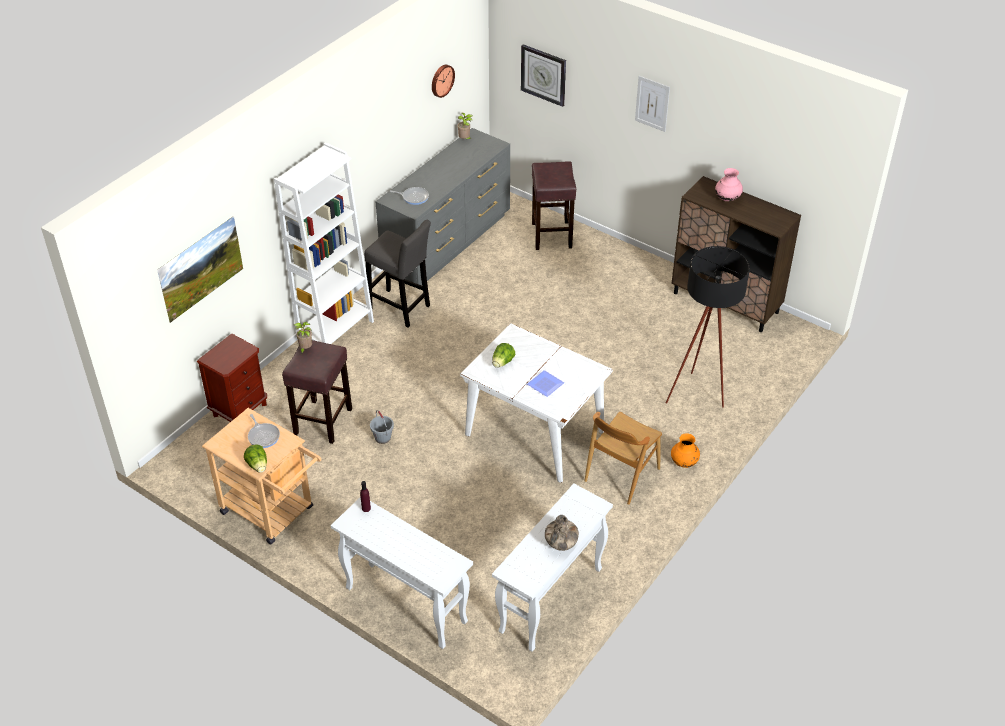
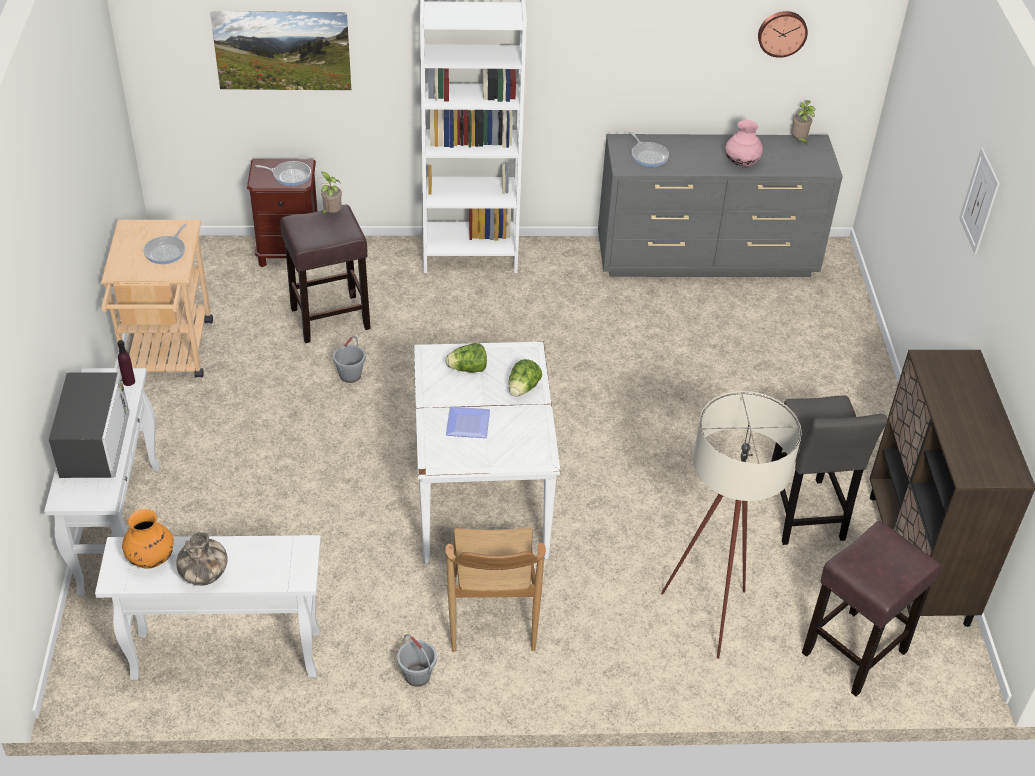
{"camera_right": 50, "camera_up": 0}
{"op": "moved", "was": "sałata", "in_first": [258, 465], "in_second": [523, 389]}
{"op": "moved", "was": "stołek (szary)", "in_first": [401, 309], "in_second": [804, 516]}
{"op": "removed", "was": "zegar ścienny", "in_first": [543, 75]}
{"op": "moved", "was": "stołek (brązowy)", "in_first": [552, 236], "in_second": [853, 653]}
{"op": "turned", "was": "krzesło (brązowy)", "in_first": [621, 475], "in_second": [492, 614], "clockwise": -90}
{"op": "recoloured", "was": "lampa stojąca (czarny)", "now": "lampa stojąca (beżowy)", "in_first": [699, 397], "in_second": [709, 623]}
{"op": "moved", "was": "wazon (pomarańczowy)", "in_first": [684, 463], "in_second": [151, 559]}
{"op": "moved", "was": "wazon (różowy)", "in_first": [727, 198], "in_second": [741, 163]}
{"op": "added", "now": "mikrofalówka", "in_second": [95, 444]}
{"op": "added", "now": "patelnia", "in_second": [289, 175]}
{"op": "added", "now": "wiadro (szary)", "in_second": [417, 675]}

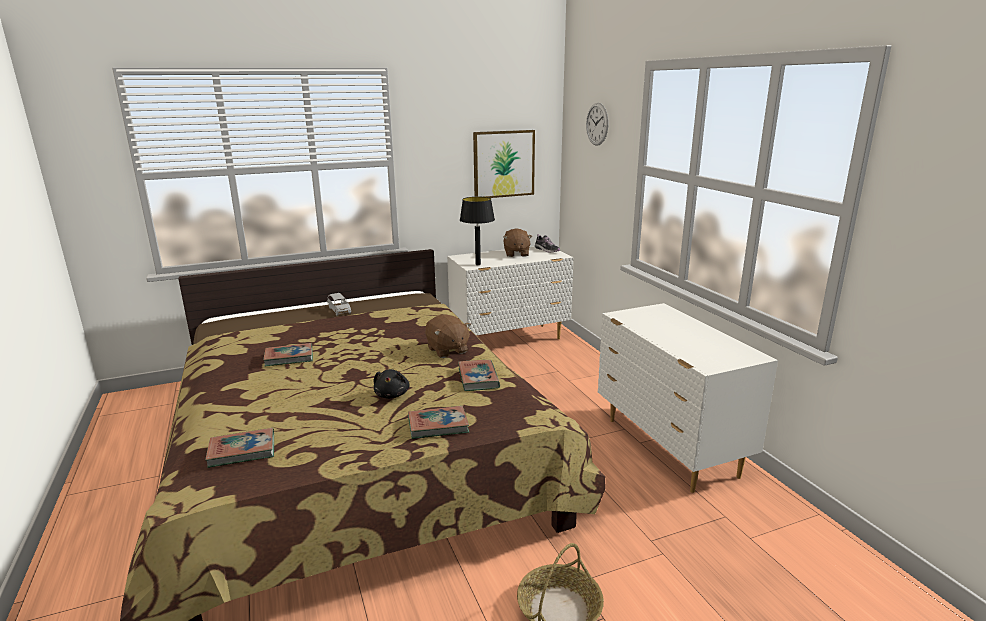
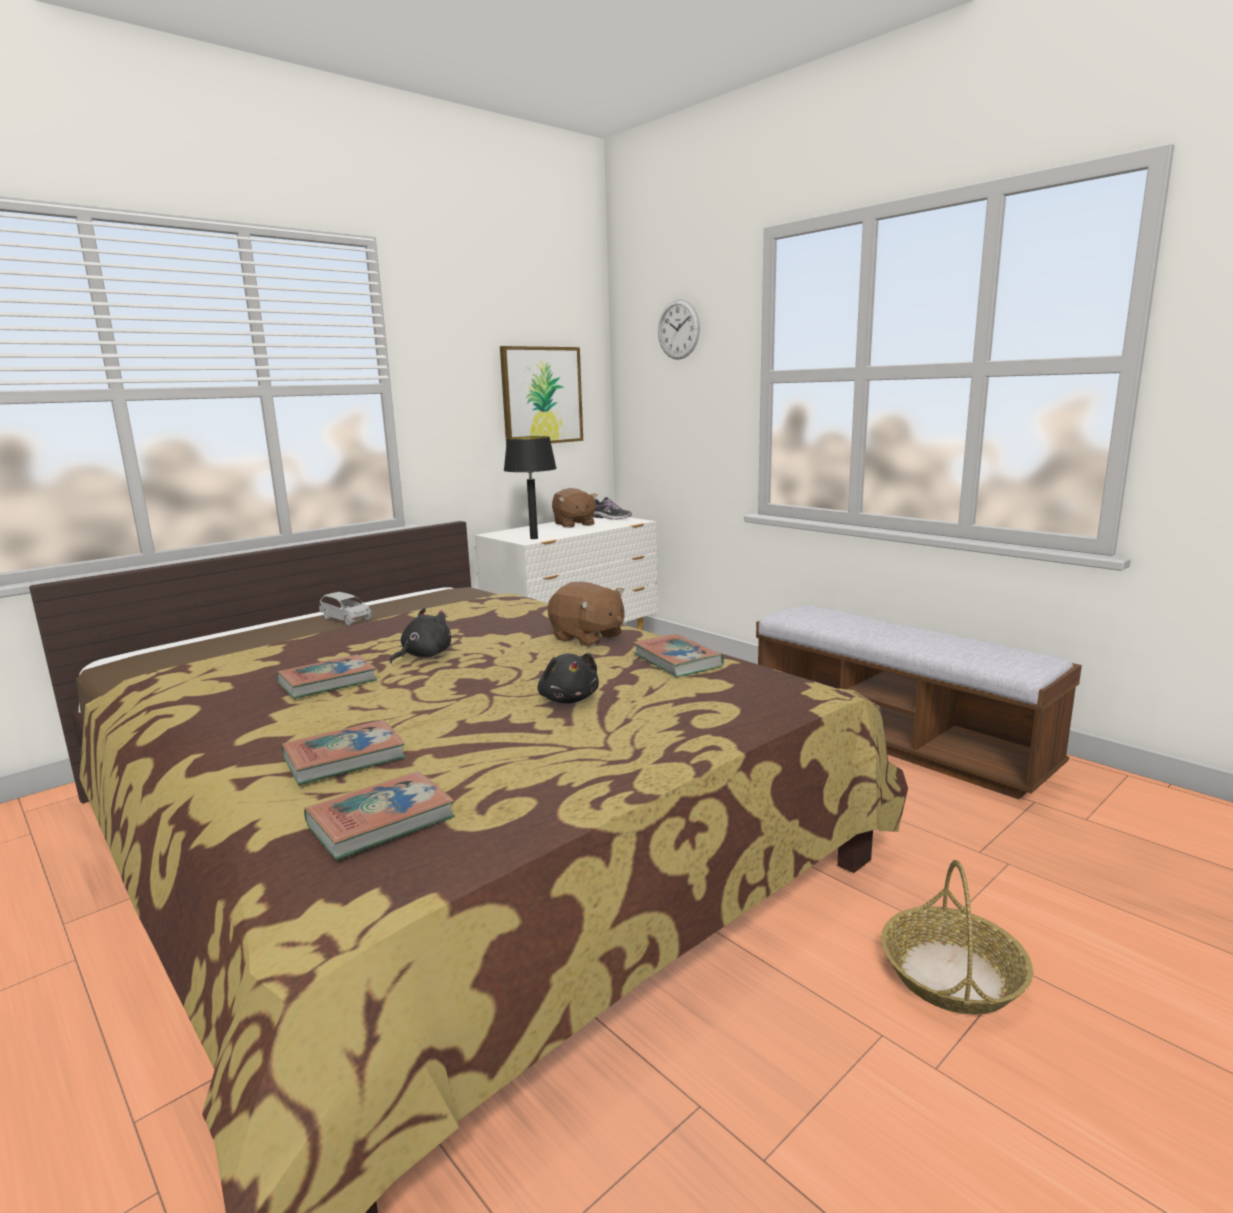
{"camera_right": -20, "camera_up": -5}
{"op": "moved", "was": "książka", "in_first": [438, 426], "in_second": [344, 758]}
{"op": "replaced", "was": "komoda (biały)", "now": "ławka", "in_first": [669, 448], "in_second": [895, 740]}
{"op": "added", "now": "pluszak (czarny)", "in_second": [424, 656]}

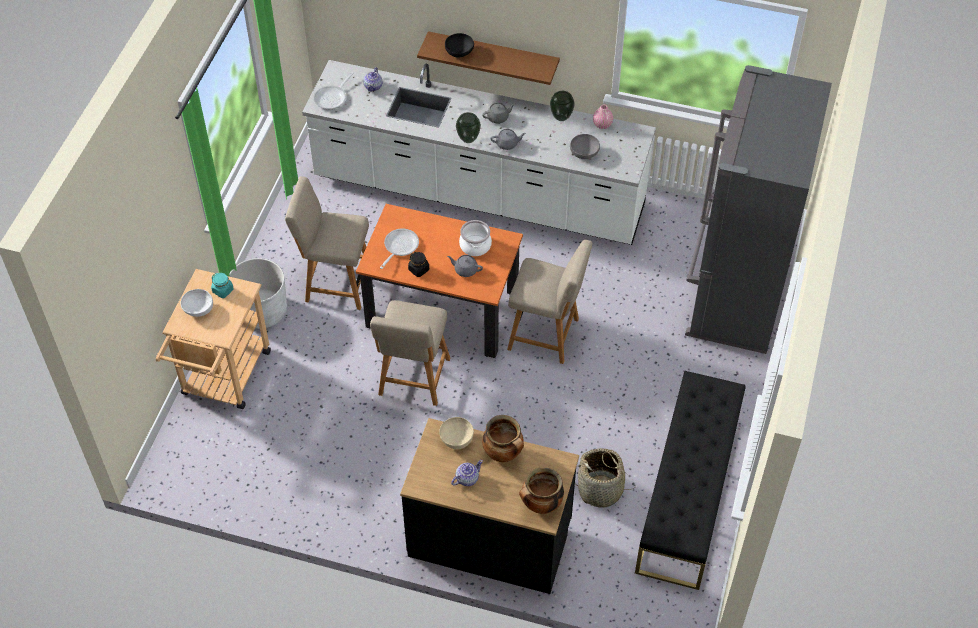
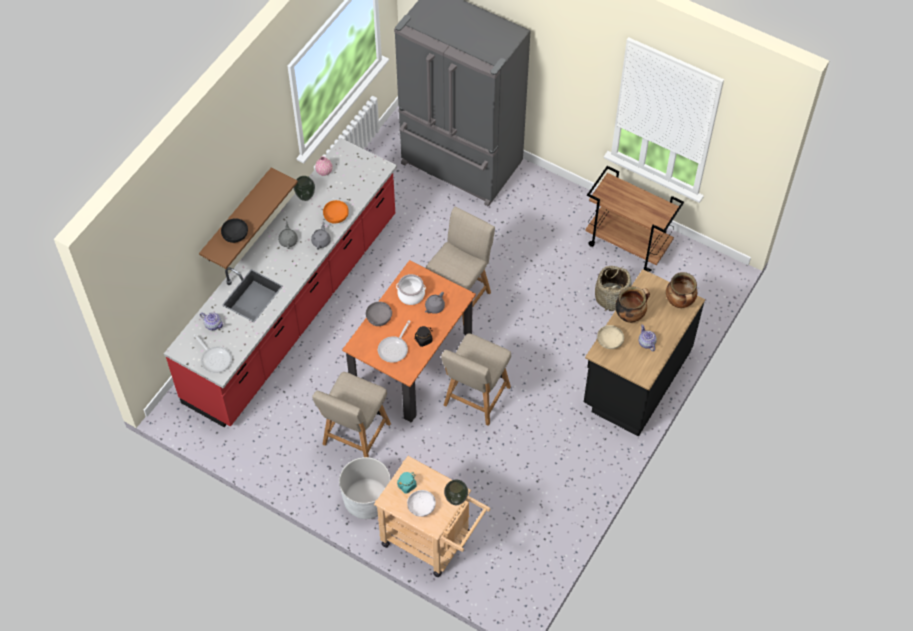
{"camera_right": -75, "camera_up": 5}
{"op": "recoloured", "was": "zabudowa kuchenna (biały)", "now": "zabudowa kuchenna (czerwony)", "in_first": [478, 194], "in_second": [293, 308]}
{"op": "turned", "was": "krzesło (beżowy)", "in_first": [413, 380], "in_second": [475, 398], "clockwise": 90}
{"op": "turned", "was": "patelnia", "in_first": [399, 247], "in_second": [394, 348], "clockwise": -105}
{"op": "moved", "was": "wazon", "in_first": [468, 139], "in_second": [455, 499]}
{"op": "moved", "was": "miska (szary)", "in_first": [584, 153], "in_second": [379, 318]}
{"op": "replaced", "was": "ławka (czarny)", "now": "wózek (brązowy)", "in_first": [688, 494], "in_second": [628, 245]}
{"op": "added", "now": "miska (pomarańczowy)", "in_second": [336, 216]}

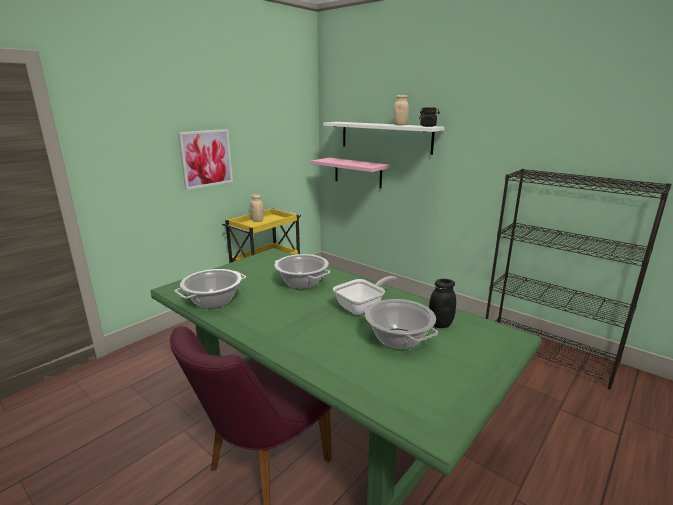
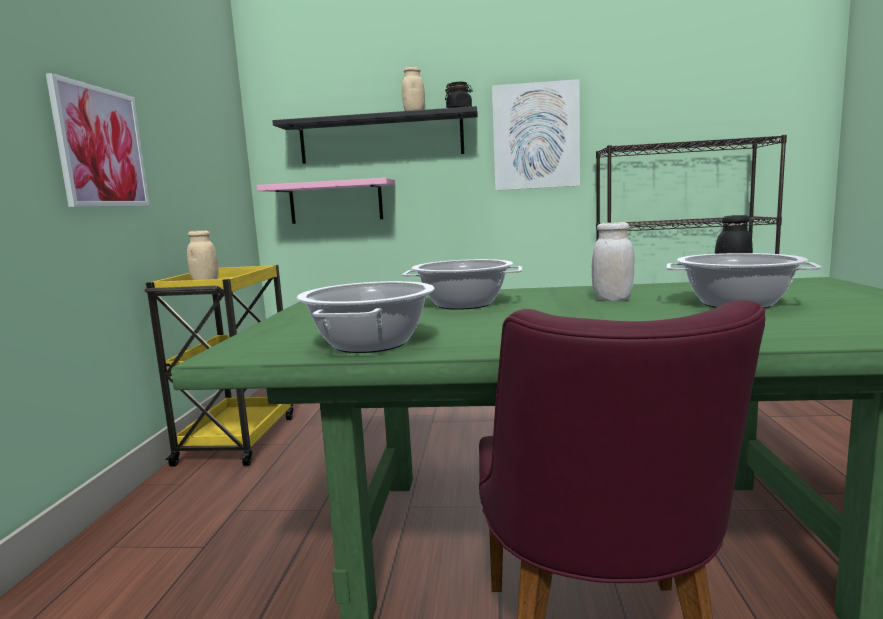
{"camera_right": -35, "camera_up": -10}
{"op": "recoloured", "was": "półka (biały)", "now": "półka (czarny)", "in_first": [385, 137], "in_second": [381, 138]}
{"op": "replaced", "was": "patelnia", "now": "słoik (biały)", "in_first": [363, 307], "in_second": [612, 299]}
{"op": "added", "now": "obraz", "in_second": [535, 136]}

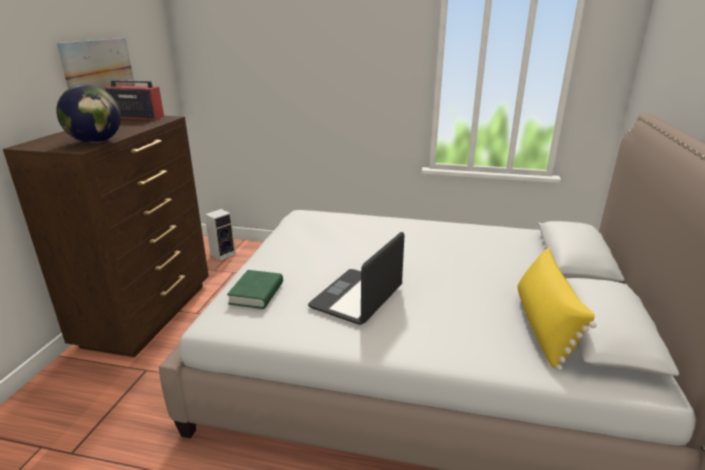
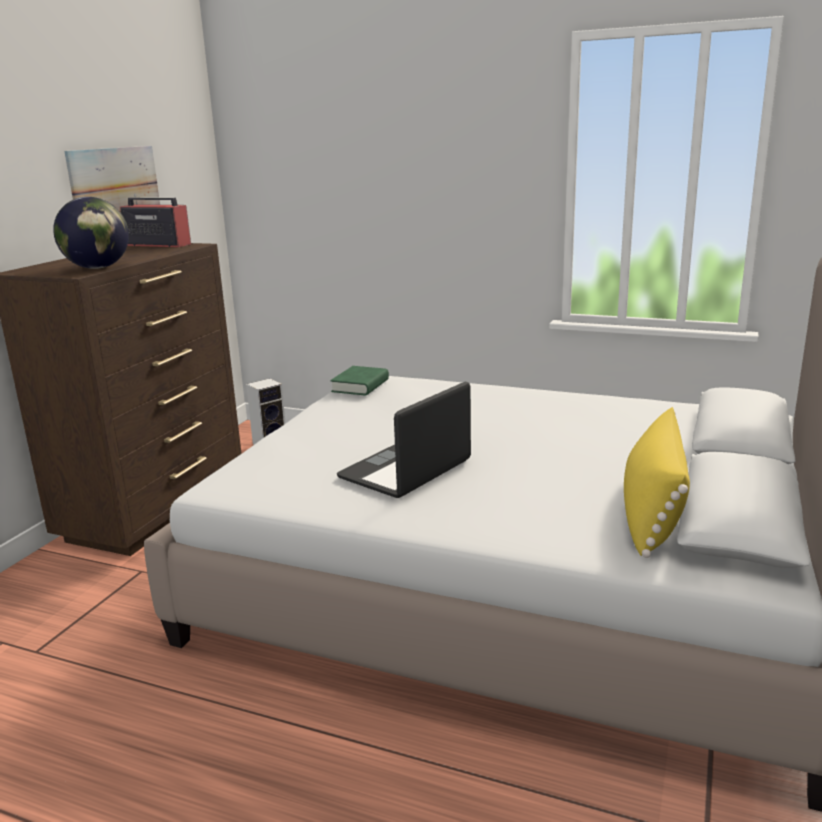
{"camera_right": 10, "camera_up": -5}
{"op": "moved", "was": "książka (zielony)", "in_first": [256, 293], "in_second": [360, 386]}

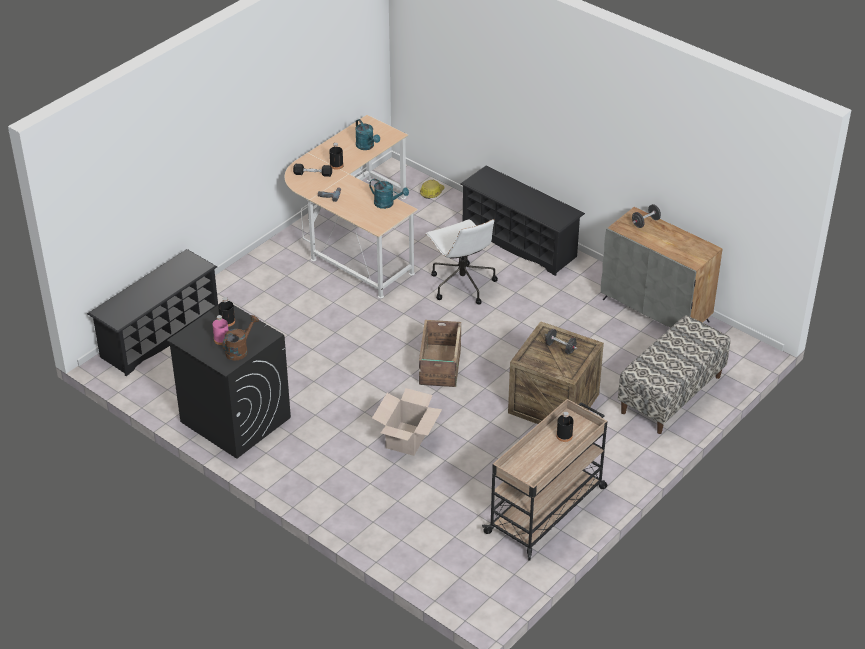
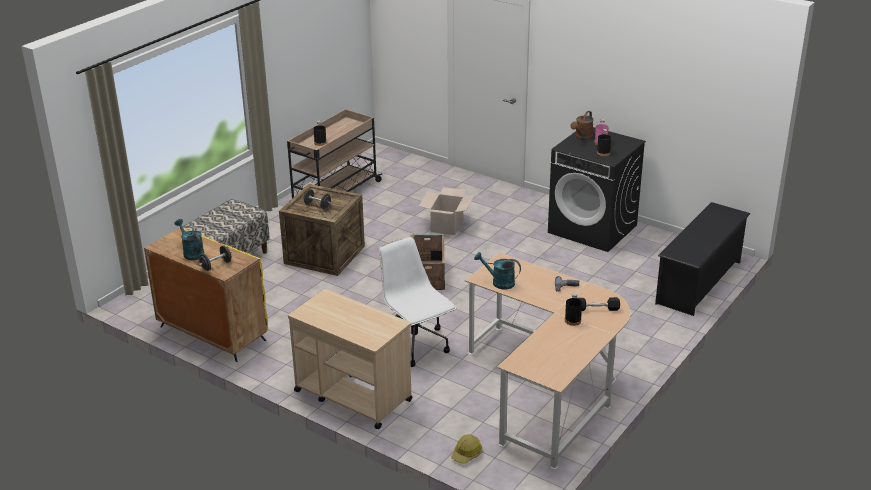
{"camera_right": 175, "camera_up": -10}
{"op": "moved", "was": "konewka (turkusowy)", "in_first": [367, 146], "in_second": [191, 252]}
{"op": "replaced", "was": "regał na buty (czarny)", "now": "wózek (beżowy)", "in_first": [520, 242], "in_second": [352, 395]}
{"op": "recoloured", "was": "szafka (szary)", "now": "szafka (żółty)", "in_first": [656, 310], "in_second": [212, 333]}

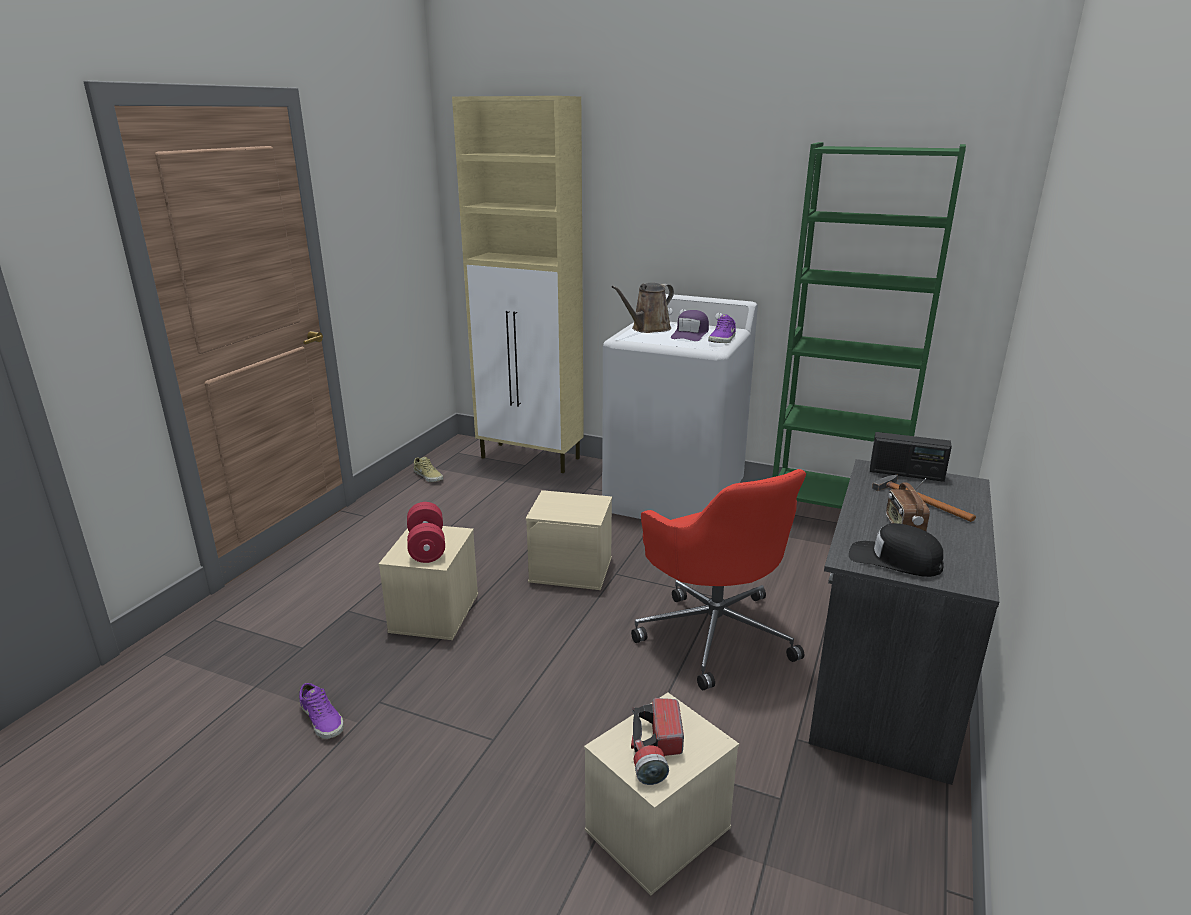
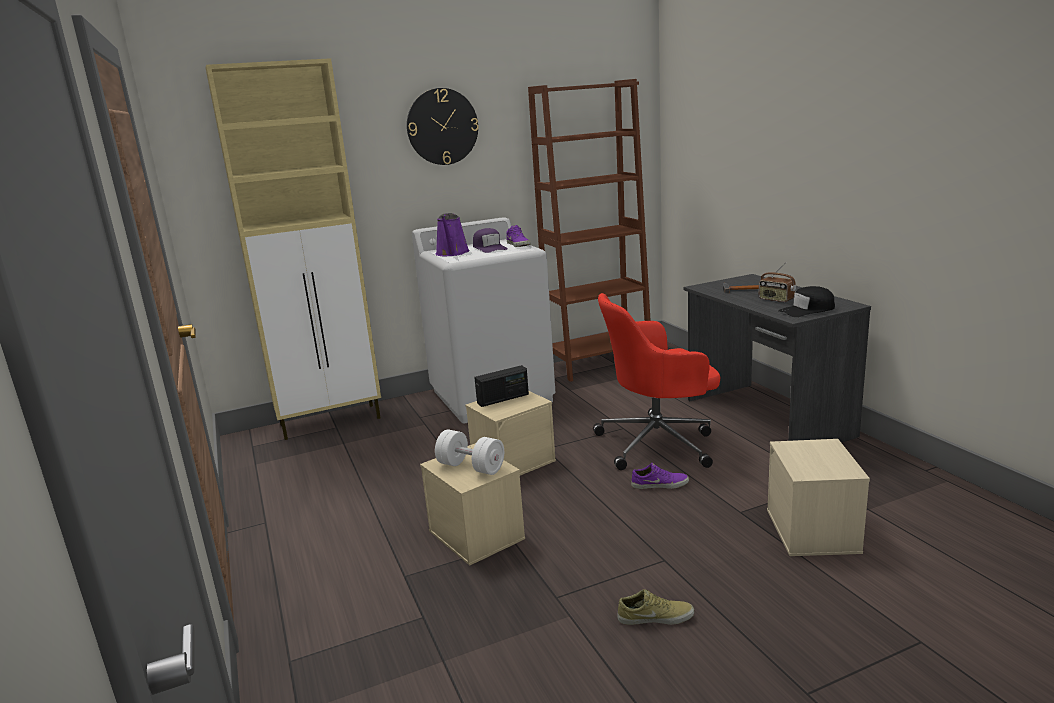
{"camera_right": -45, "camera_up": -5}
{"op": "moved", "was": "but (fioletowy)", "in_first": [323, 719], "in_second": [660, 484]}
{"op": "recoloured", "was": "hantel (czerwony)", "now": "hantel (biały)", "in_first": [427, 546], "in_second": [471, 467]}
{"op": "moved", "was": "but (beżowy)", "in_first": [429, 476], "in_second": [655, 616]}
{"op": "recoloured", "was": "konewka (brązowy)", "now": "konewka (fioletowy)", "in_first": [648, 329], "in_second": [452, 253]}
{"op": "turned", "was": "krzesło biurowe (czerwony)", "in_first": [714, 633], "in_second": [658, 443], "clockwise": 150}
{"op": "removed", "was": "latarka", "in_first": [656, 751]}
{"op": "recoloured", "was": "regał (zielony)", "now": "regał (brązowy)", "in_first": [833, 516], "in_second": [599, 364]}
{"op": "moved", "was": "radio", "in_first": [906, 474], "in_second": [503, 399]}
{"op": "added", "now": "zegar ścienny", "in_second": [442, 126]}

